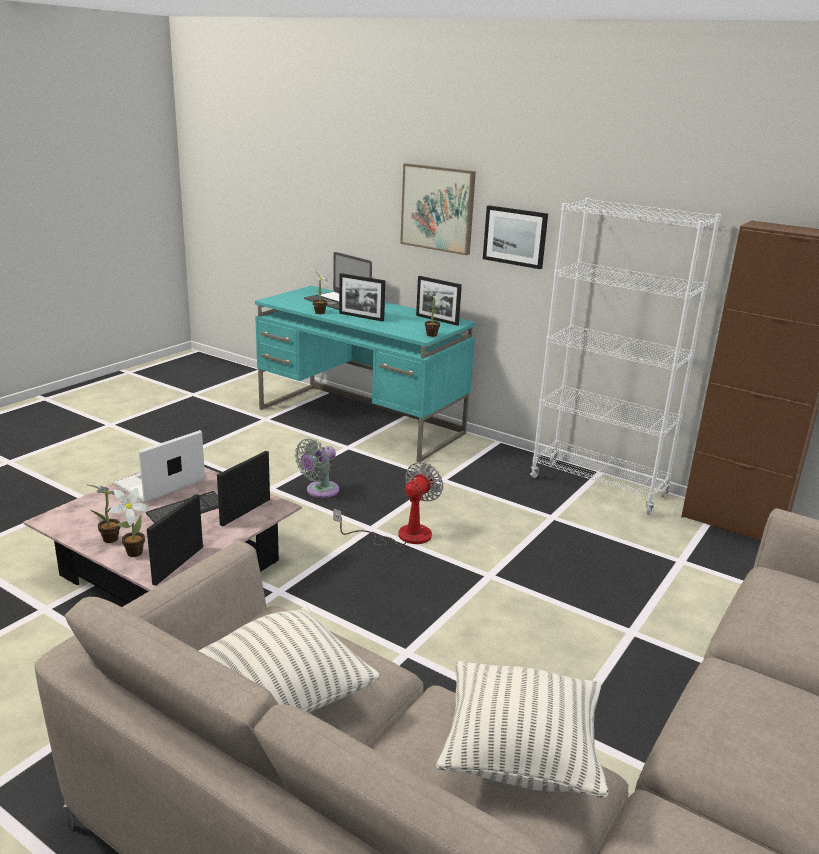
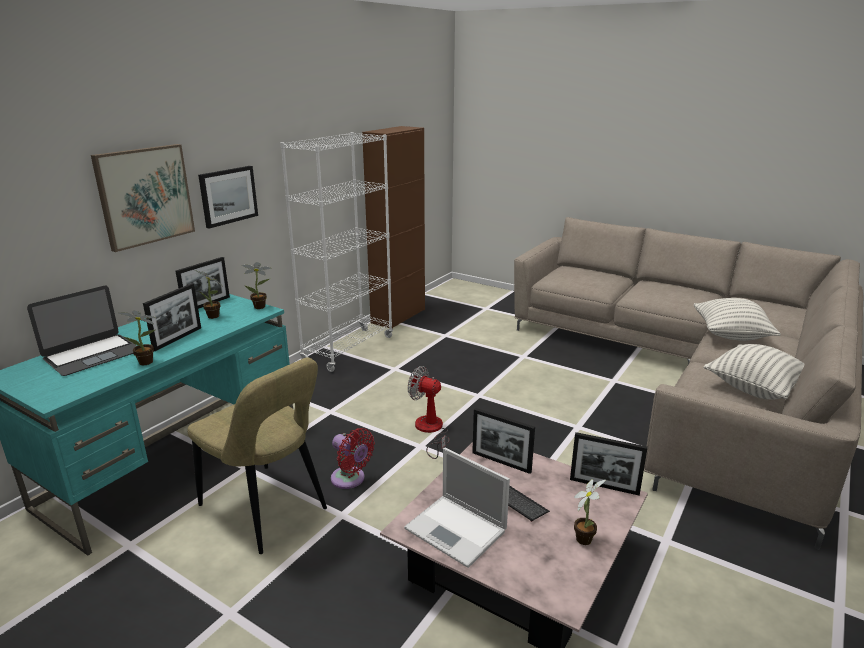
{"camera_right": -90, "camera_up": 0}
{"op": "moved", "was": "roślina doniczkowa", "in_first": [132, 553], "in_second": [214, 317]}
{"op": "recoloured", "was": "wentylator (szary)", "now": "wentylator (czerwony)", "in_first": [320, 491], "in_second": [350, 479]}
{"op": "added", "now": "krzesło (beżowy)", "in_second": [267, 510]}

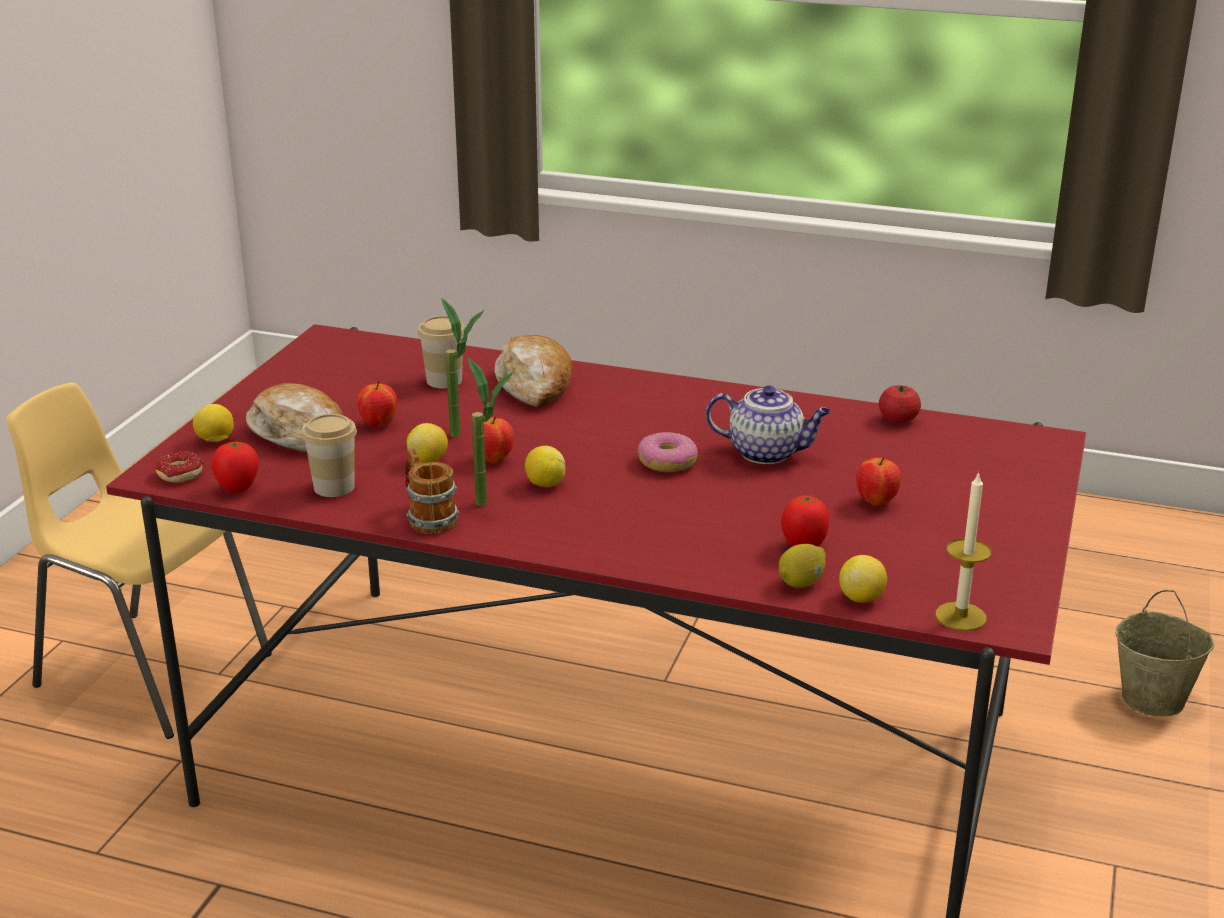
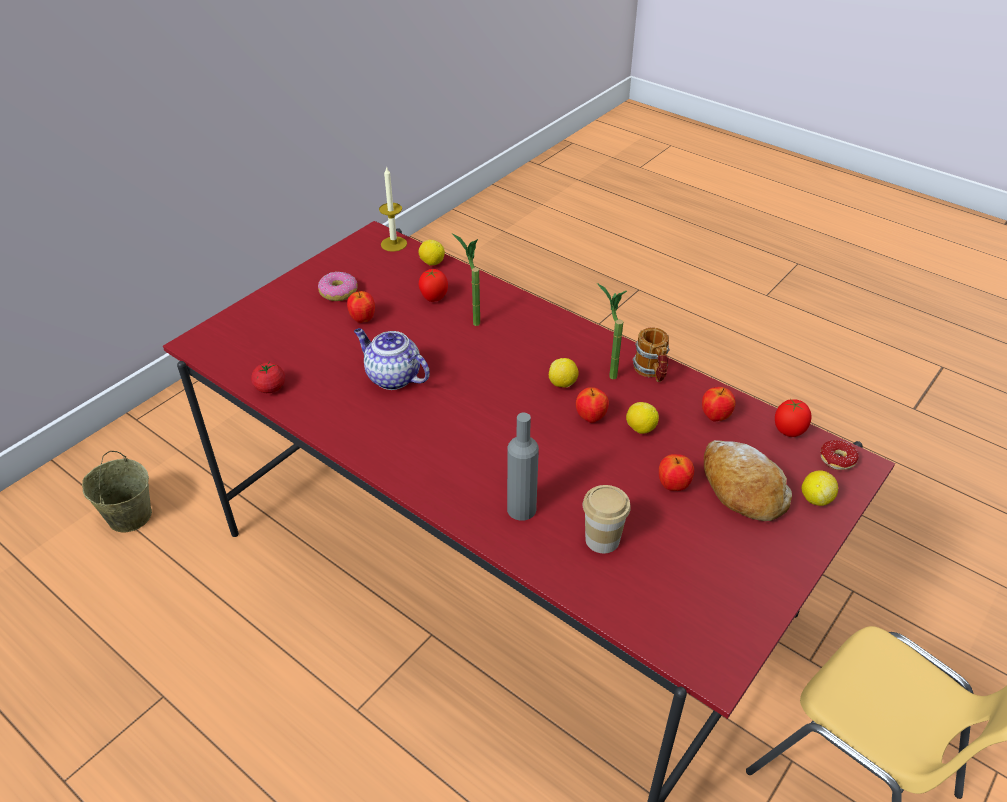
{"camera_right": -160, "camera_up": 15}
{"op": "replaced", "was": "filiżanka", "now": "jabłko", "in_first": [334, 487], "in_second": [715, 417]}
{"op": "moved", "was": "roślina doniczkowa", "in_first": [465, 437], "in_second": [471, 320]}
{"op": "replaced", "was": "chleb", "now": "butelka (szary)", "in_first": [535, 385], "in_second": [521, 509]}
{"op": "moved", "was": "donut", "in_first": [667, 462], "in_second": [339, 292]}
{"op": "removed", "was": "cytryna", "in_first": [801, 583]}

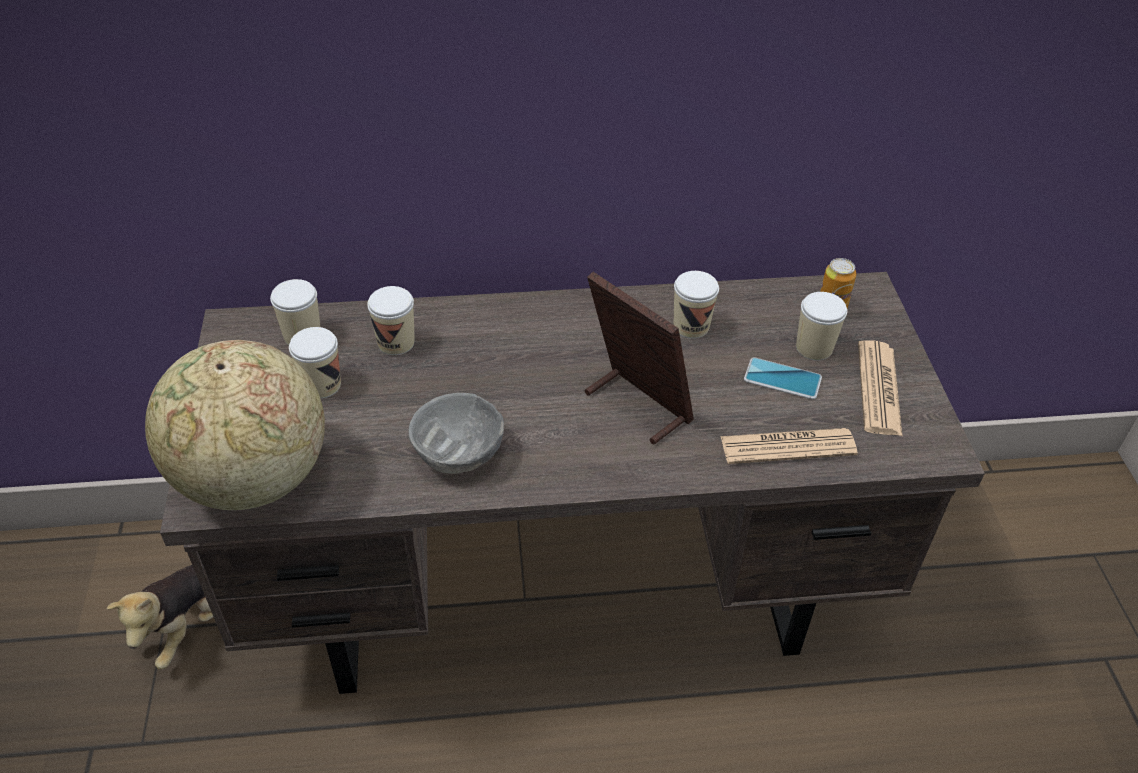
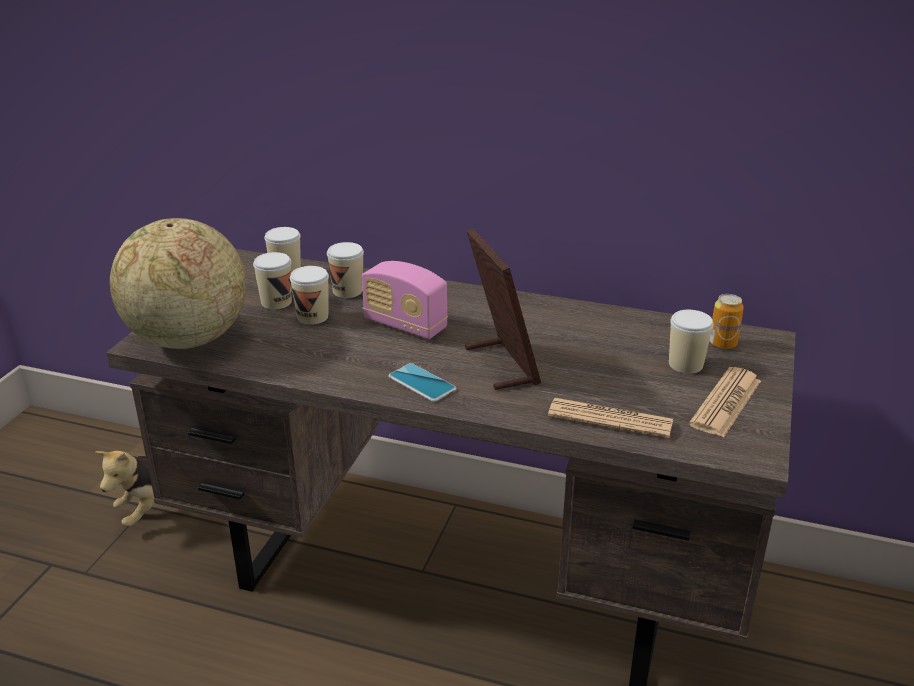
{"camera_right": 25, "camera_up": -15}
{"op": "removed", "was": "miska (szary)", "in_first": [459, 453]}
{"op": "moved", "was": "filiżanka", "in_first": [691, 326], "in_second": [312, 317]}
{"op": "moved", "was": "telefon", "in_first": [782, 379], "in_second": [422, 383]}
{"op": "added", "now": "radio", "in_second": [405, 325]}

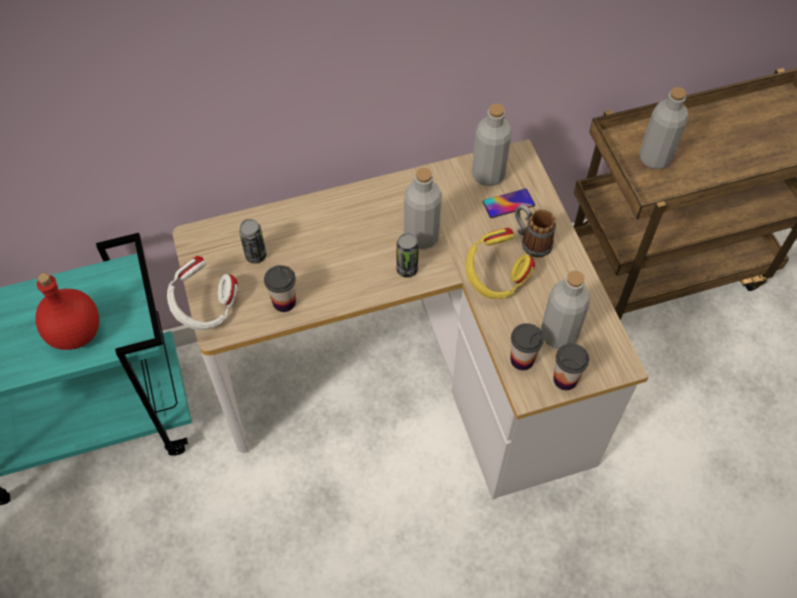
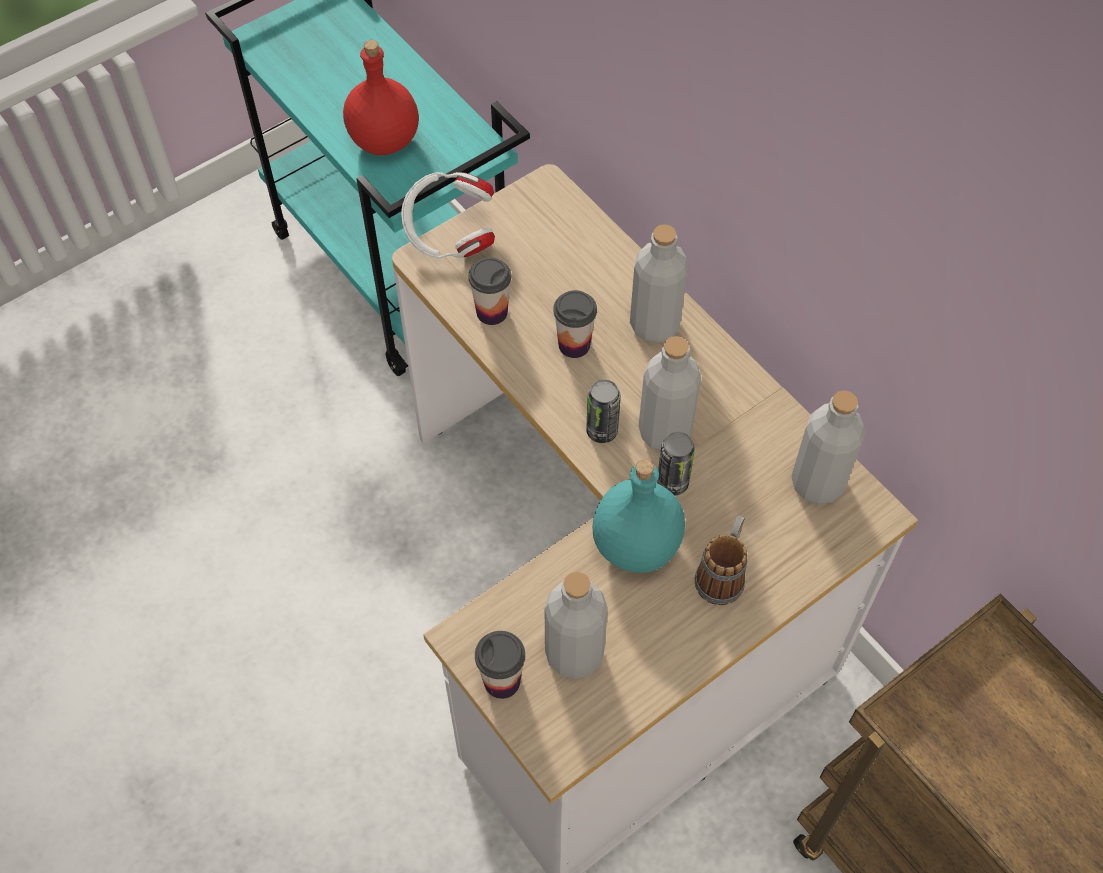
{"camera_right": 70, "camera_up": 0}
{"op": "moved", "was": "puszka", "in_first": [256, 255], "in_second": [672, 482]}
{"op": "replaced", "was": "słuchawki (żółty)", "now": "butelka (turkusowy)", "in_first": [495, 278], "in_second": [635, 544]}
{"op": "removed", "was": "telefon", "in_first": [508, 203]}
{"op": "moved", "was": "filiżanka", "in_first": [522, 359], "in_second": [574, 345]}
{"op": "moved", "was": "butelka (szary)", "in_first": [655, 158], "in_second": [654, 324]}

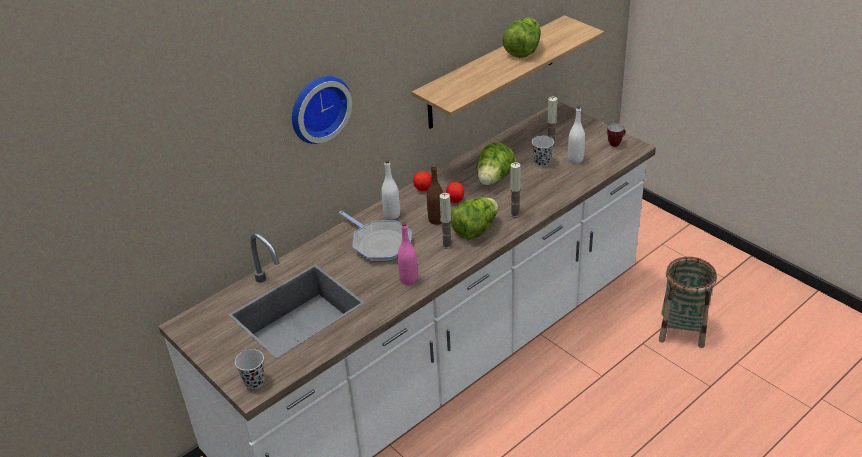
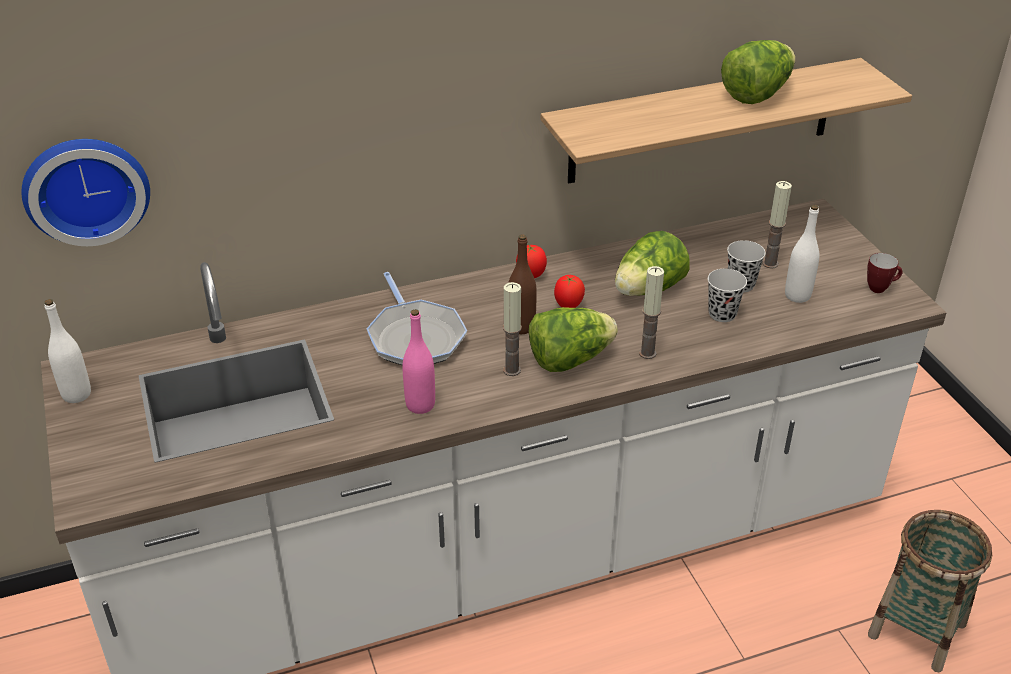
{"camera_right": 20, "camera_up": 0}
{"op": "moved", "was": "filiżanka (czarny)", "in_first": [254, 381], "in_second": [722, 314]}
{"op": "moved", "was": "zegar ścienny", "in_first": [317, 107], "in_second": [86, 187]}
{"op": "moved", "was": "butelka (biały)", "in_first": [392, 215], "in_second": [76, 394]}

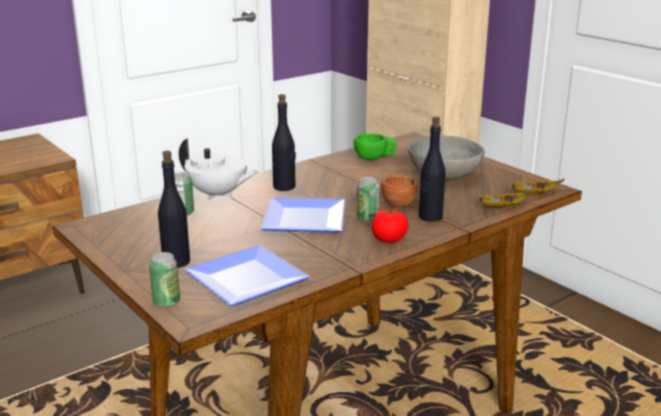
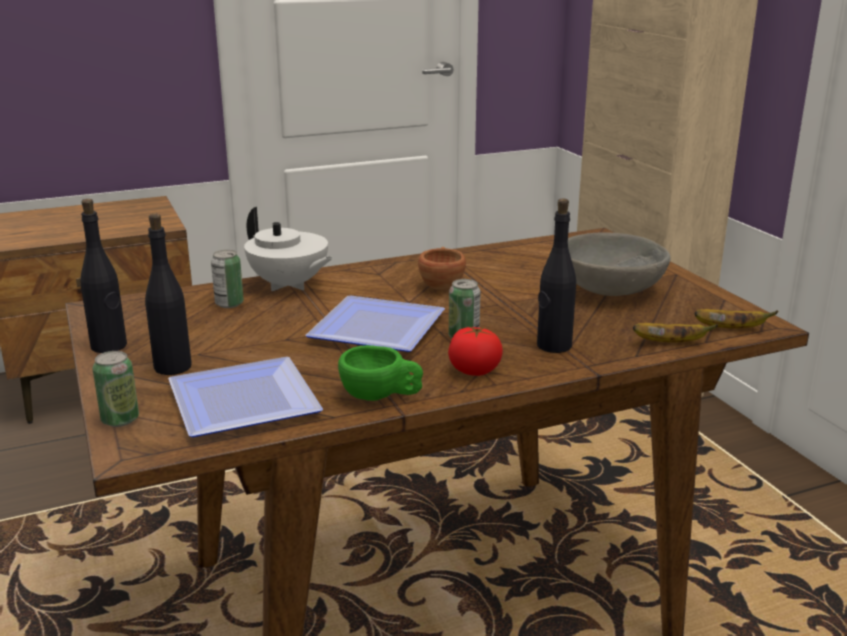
{"camera_right": 15, "camera_up": 0}
{"op": "moved", "was": "butelka (czarny)", "in_first": [284, 187], "in_second": [109, 346]}
{"op": "moved", "was": "filiżanka (zielony)", "in_first": [375, 158], "in_second": [381, 396]}
{"op": "moved", "was": "filiżanka (brązowy)", "in_first": [396, 202], "in_second": [442, 284]}

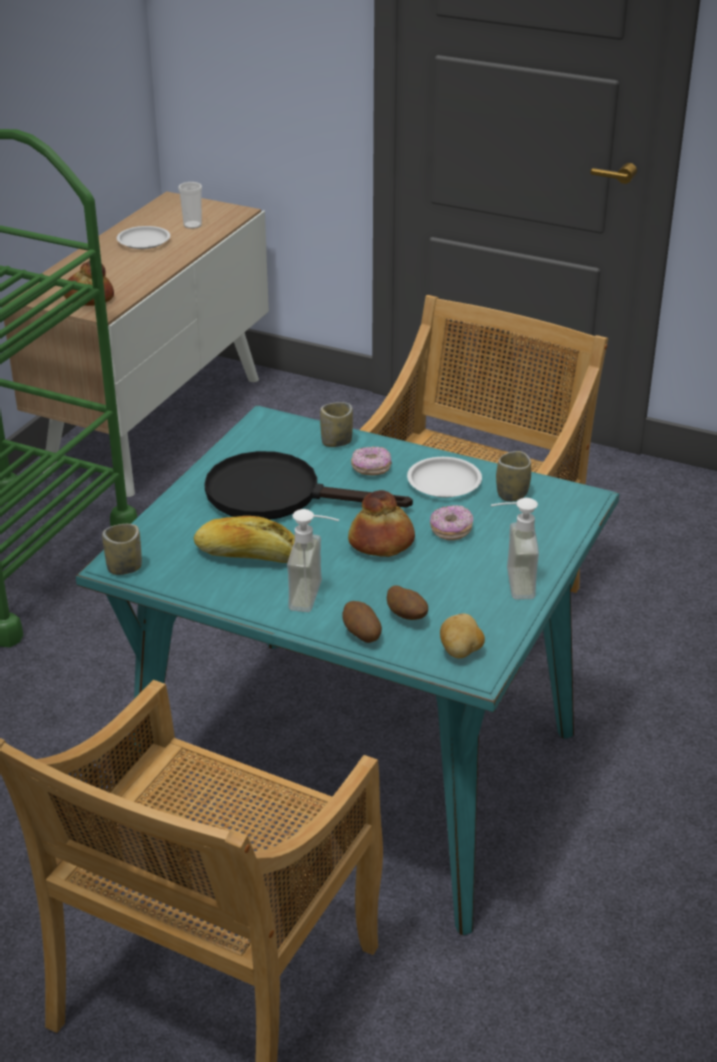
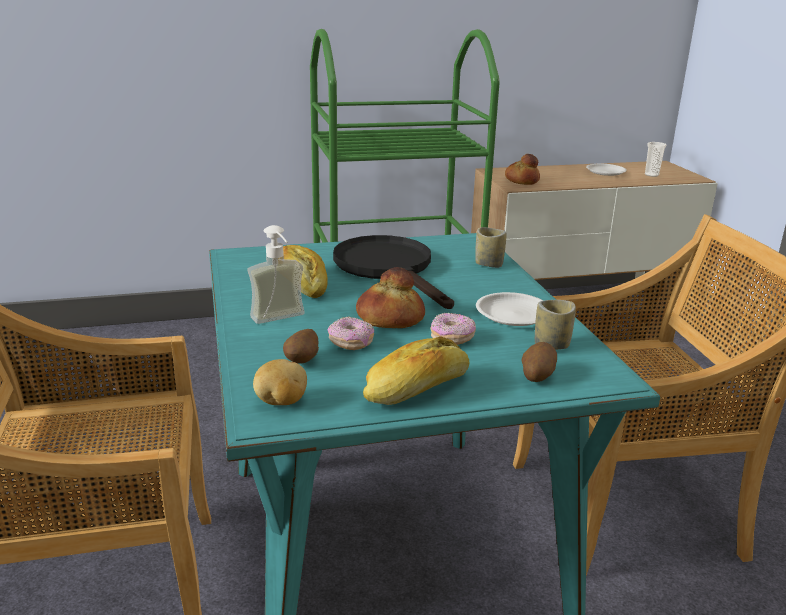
{"camera_right": 50, "camera_up": -10}
{"op": "removed", "was": "filiżanka", "in_first": [124, 567]}
{"op": "moved", "was": "ziemniak", "in_first": [361, 635], "in_second": [536, 376]}
{"op": "moved", "was": "donut", "in_first": [371, 469], "in_second": [351, 343]}
{"op": "replaced", "was": "dozownik mydła", "now": "chleb", "in_first": [509, 583], "in_second": [417, 389]}

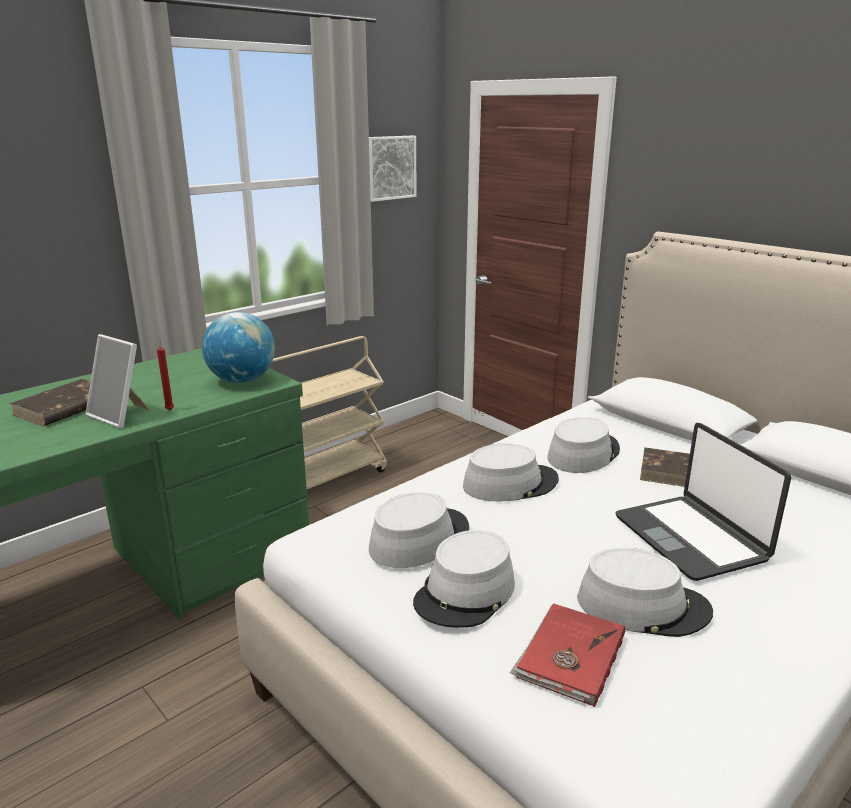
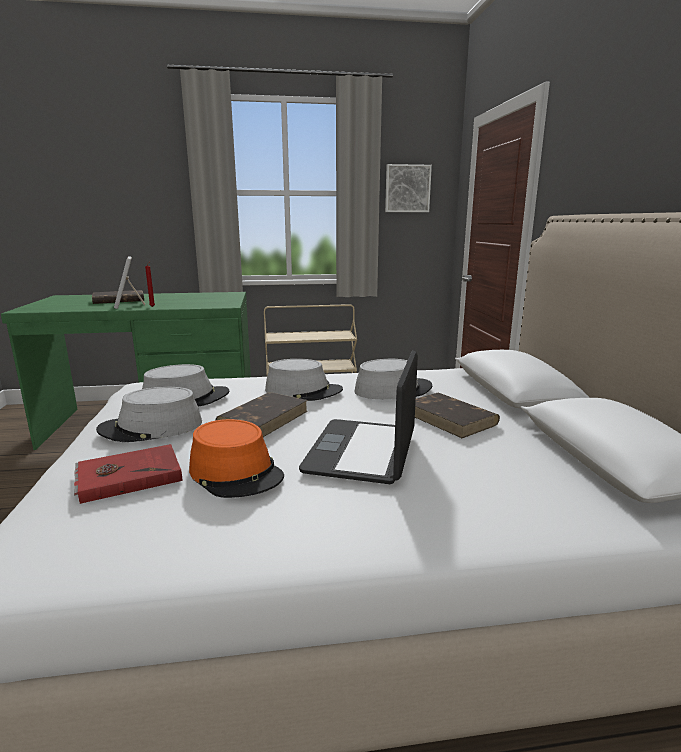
{"camera_right": 35, "camera_up": -5}
{"op": "removed", "was": "globus", "in_first": [242, 380]}
{"op": "recoloured", "was": "kapelusz (szary)", "now": "kapelusz (pomarańczowy)", "in_first": [642, 605], "in_second": [236, 472]}
{"op": "added", "now": "książka (brązowy)", "in_second": [264, 418]}

